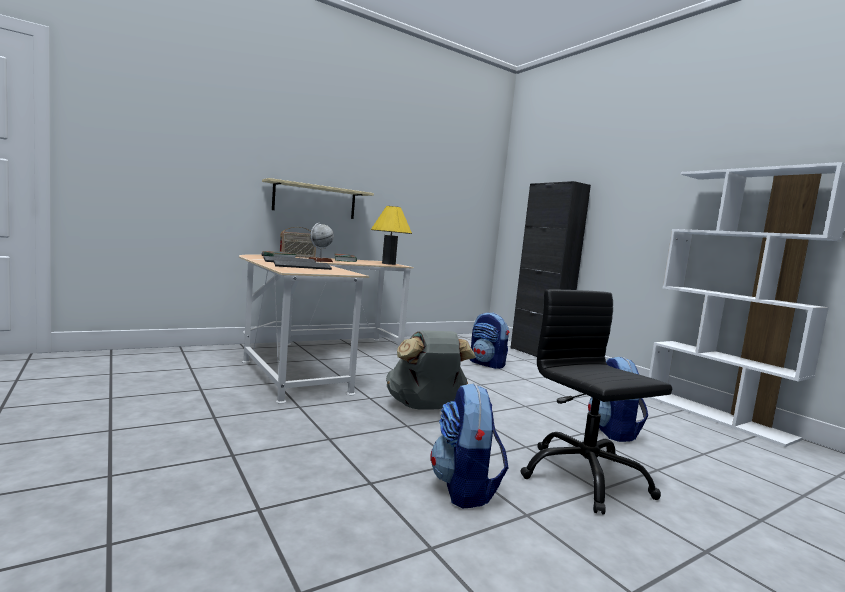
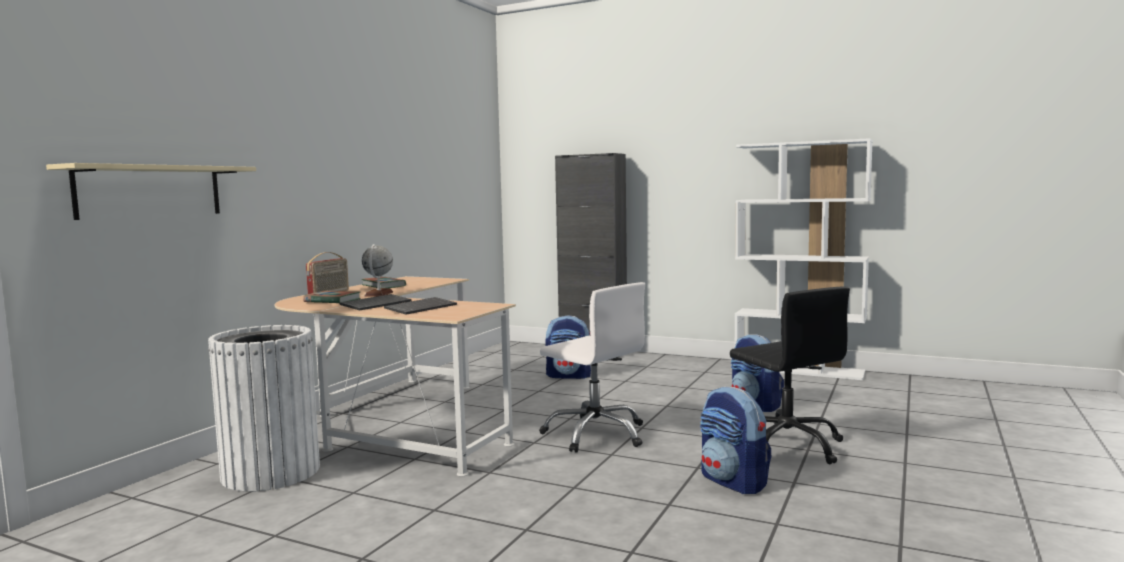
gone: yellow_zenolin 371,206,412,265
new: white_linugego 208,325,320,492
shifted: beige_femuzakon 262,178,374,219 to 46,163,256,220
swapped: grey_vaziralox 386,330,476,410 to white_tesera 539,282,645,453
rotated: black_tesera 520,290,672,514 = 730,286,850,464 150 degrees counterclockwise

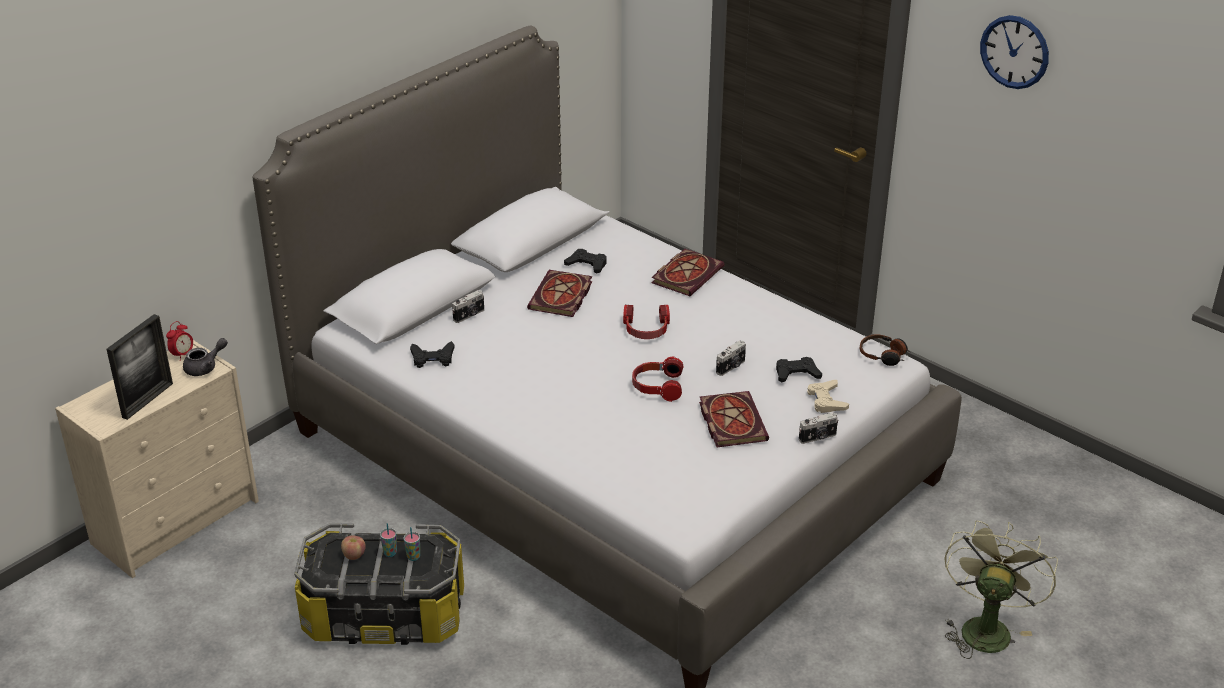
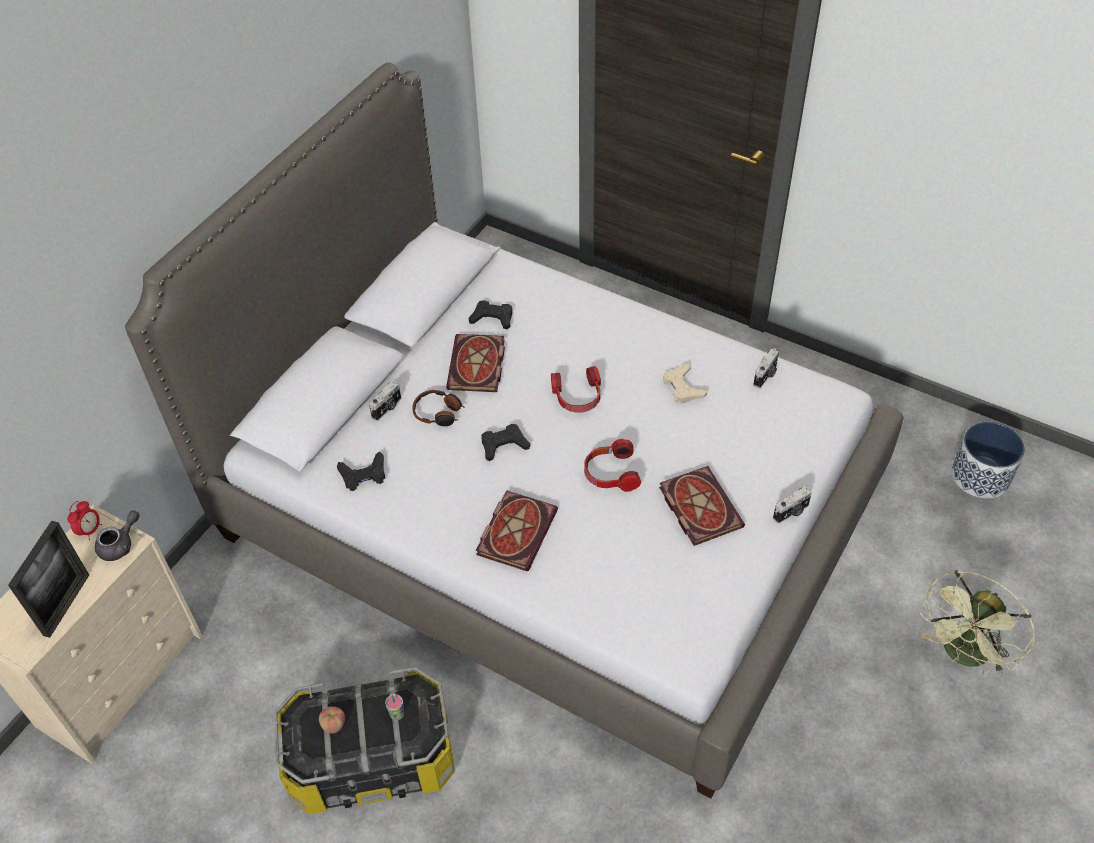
gone: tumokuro 380,523,397,557; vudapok 980,15,1049,89
new: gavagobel 952,422,1025,498
shifted: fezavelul 860,335,910,366 to 412,390,465,426; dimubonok 651,249,724,296 to 476,490,558,572; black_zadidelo 776,357,822,382 to 481,424,530,461; beige_zadidelo 807,380,849,413 to 663,363,707,404; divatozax 716,340,746,376 to 753,348,779,389
rotated: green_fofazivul 944,521,1058,659 = 919,570,1035,675 150 degrees counterclockwise

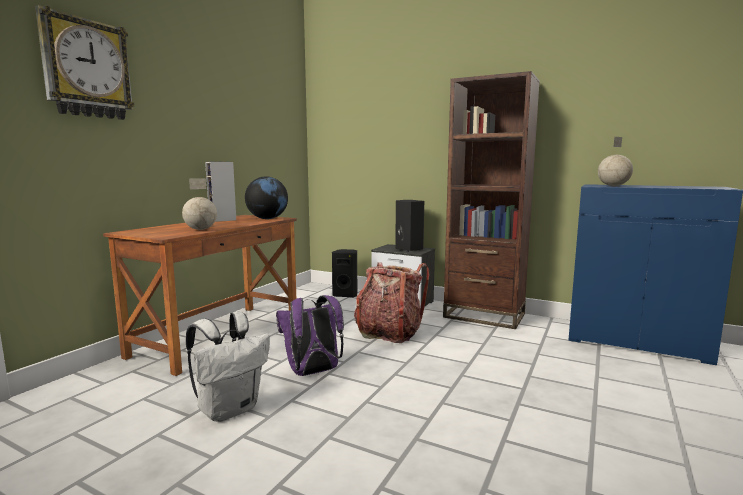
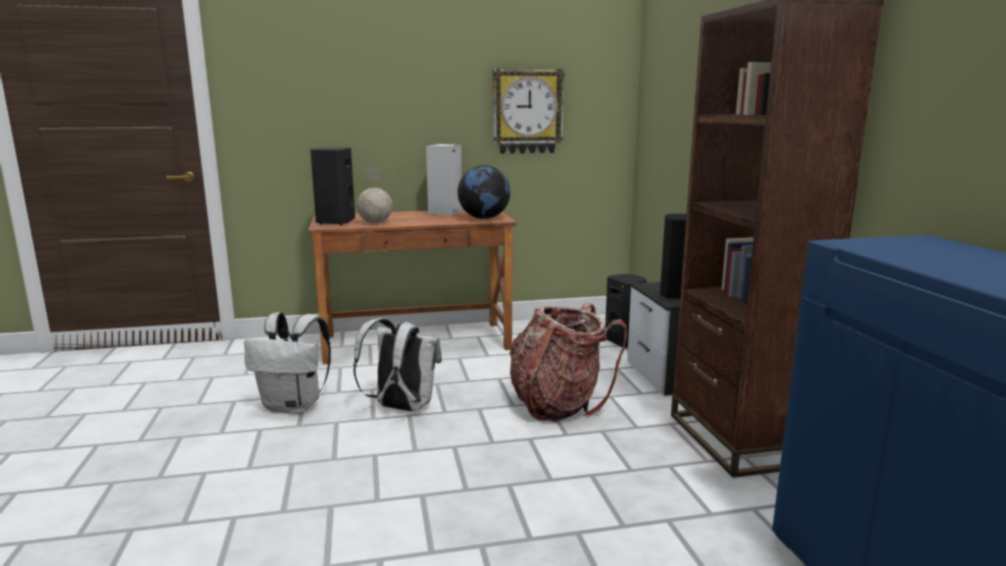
gone: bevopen 598,137,633,186
new: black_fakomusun 310,147,355,225
shifted: vudapok 35,5,135,120 to 492,68,565,154
repainted: purple_vaziralox 276,295,344,376 to white_vaziralox 353,318,442,412

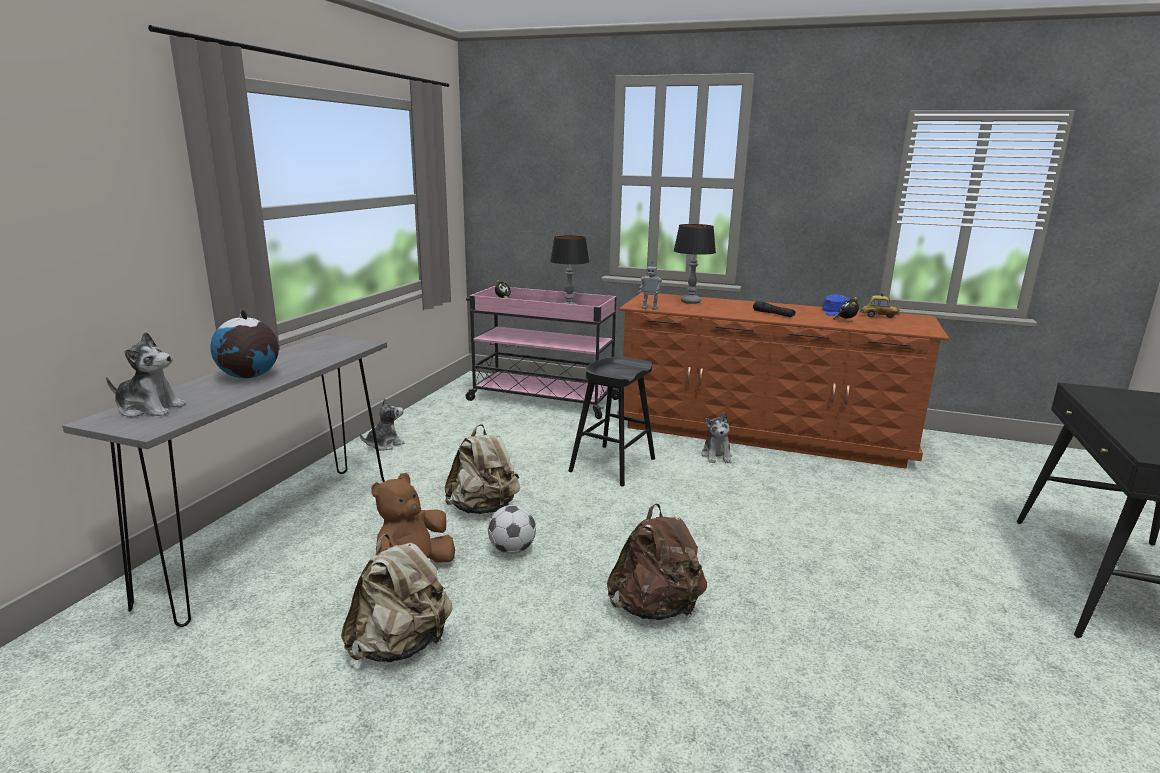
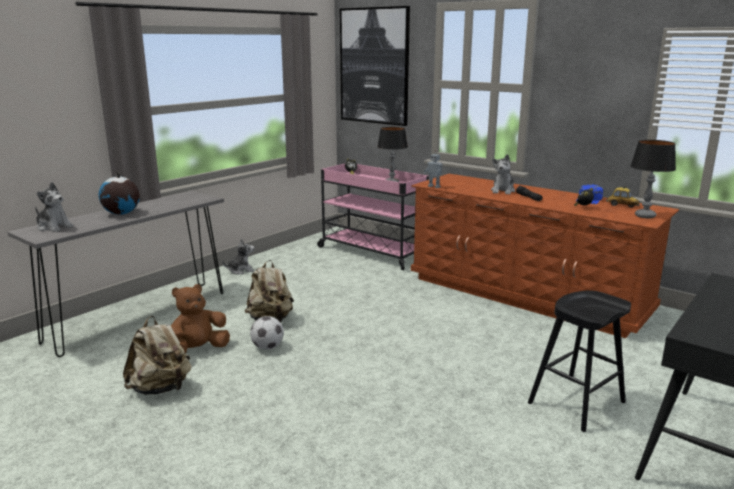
gone: brown_vaziralox 607,504,707,620
new: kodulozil 340,6,410,126
shifted: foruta 701,413,732,463 to 491,154,515,195; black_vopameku 569,357,655,487 to 528,290,631,432; zenolin 673,224,716,304 to 630,140,676,218

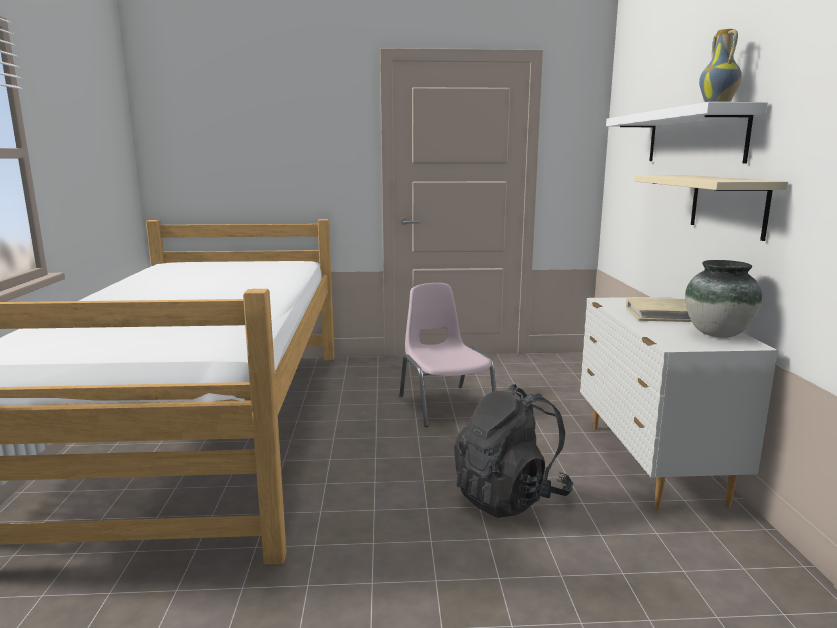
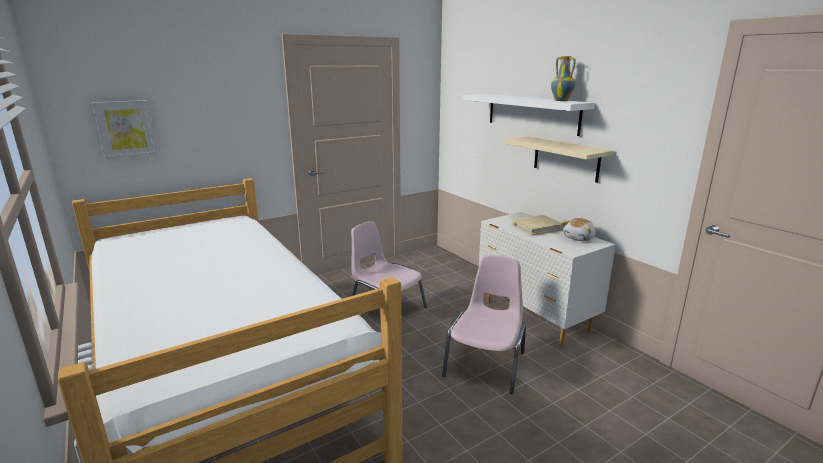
new: kodulozil 92,100,158,159
swapped: black_vaziralox 454,384,573,518 to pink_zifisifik 442,255,526,394; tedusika 685,260,762,338 to foruta 561,218,596,241

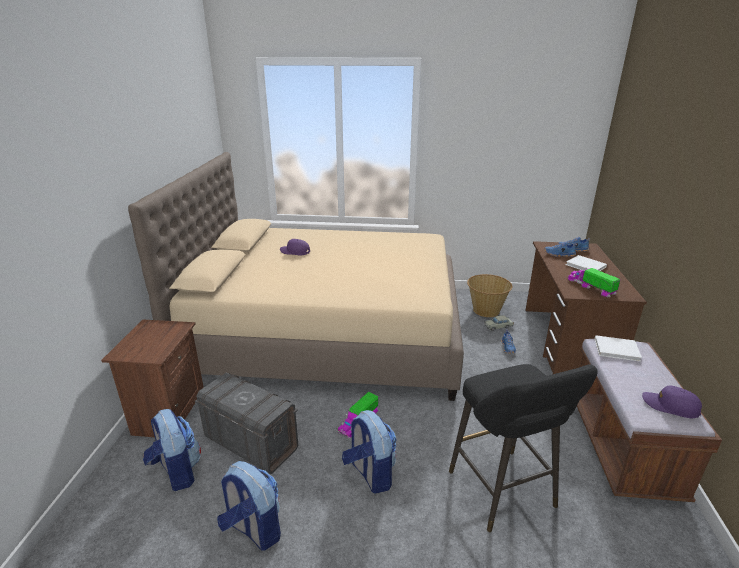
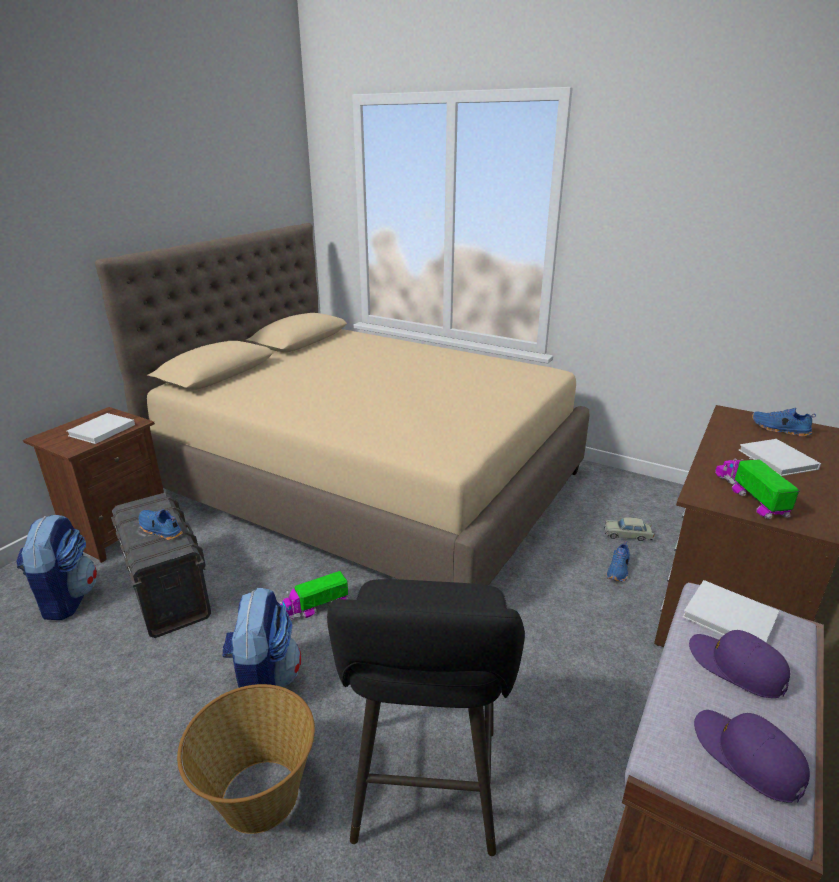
gone: vaziralox 217,461,281,550
new: white_dimubonok 67,413,135,444
shifted: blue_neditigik 545,241,577,257 to 139,509,183,540; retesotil 467,274,512,317 to 177,684,315,834; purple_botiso 280,239,310,255 to 689,630,790,698

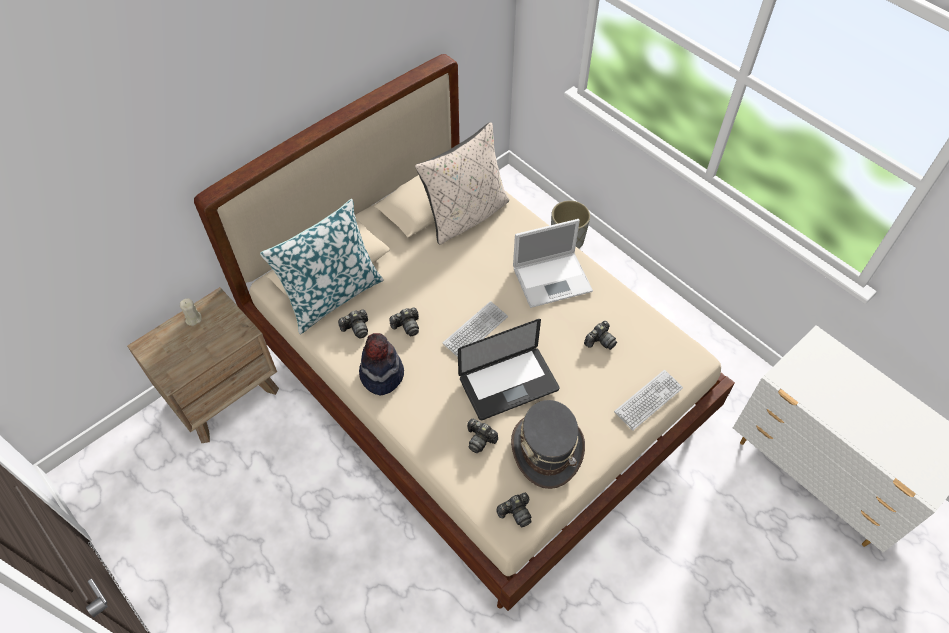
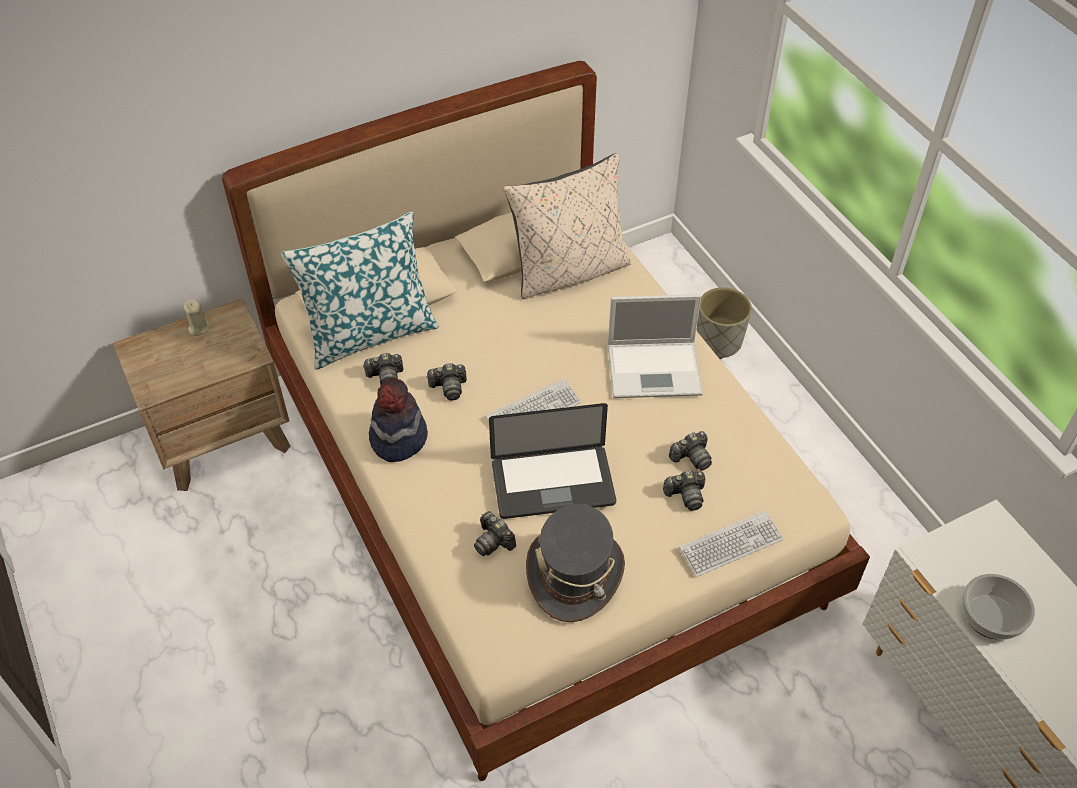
new: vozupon 962,574,1035,640
shifted: divatozax 496,493,532,527 to 663,470,706,511

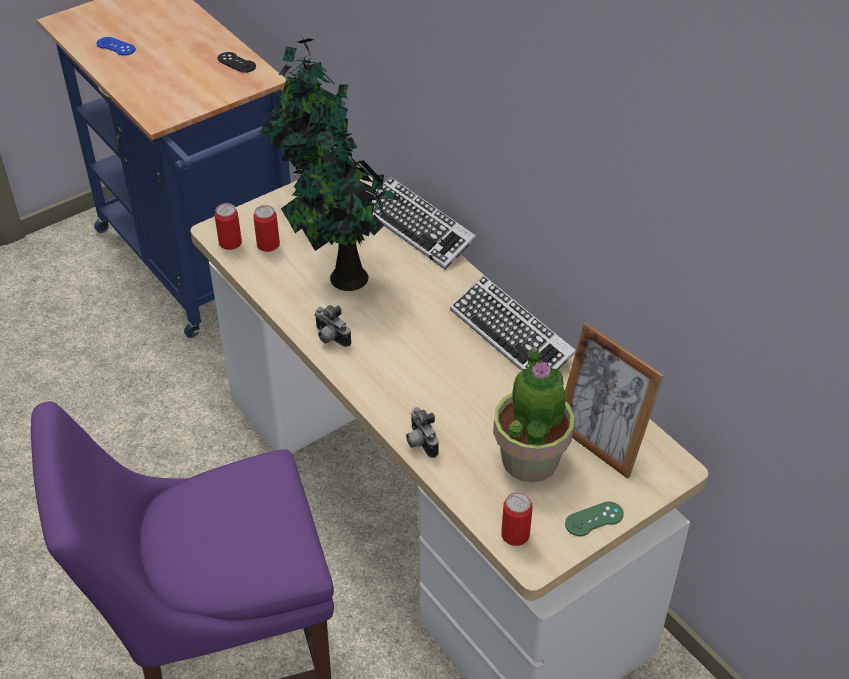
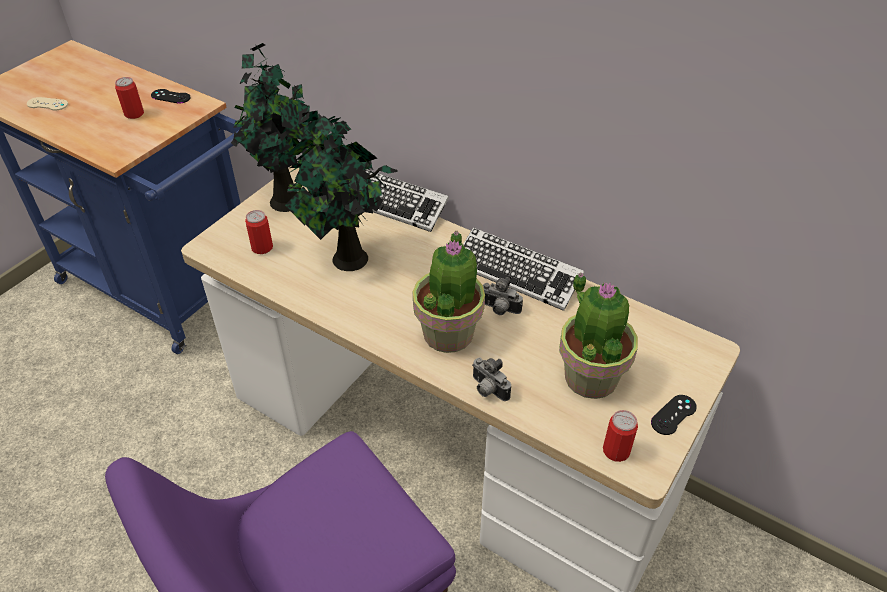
gone: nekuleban 565,323,664,479
new: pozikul 413,231,485,353
shifted: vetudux 215,203,242,250 to 115,77,144,119; divatozax 314,305,351,347 to 483,277,523,315
repainted: blue_zadidelo 96,37,136,56 to beige_zadidelo 27,97,68,111; green_zadidelo 565,501,624,536 to black_zadidelo 651,395,697,435

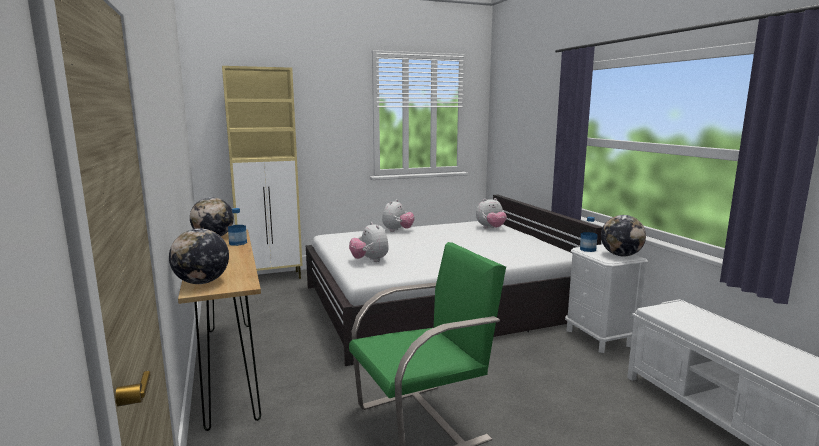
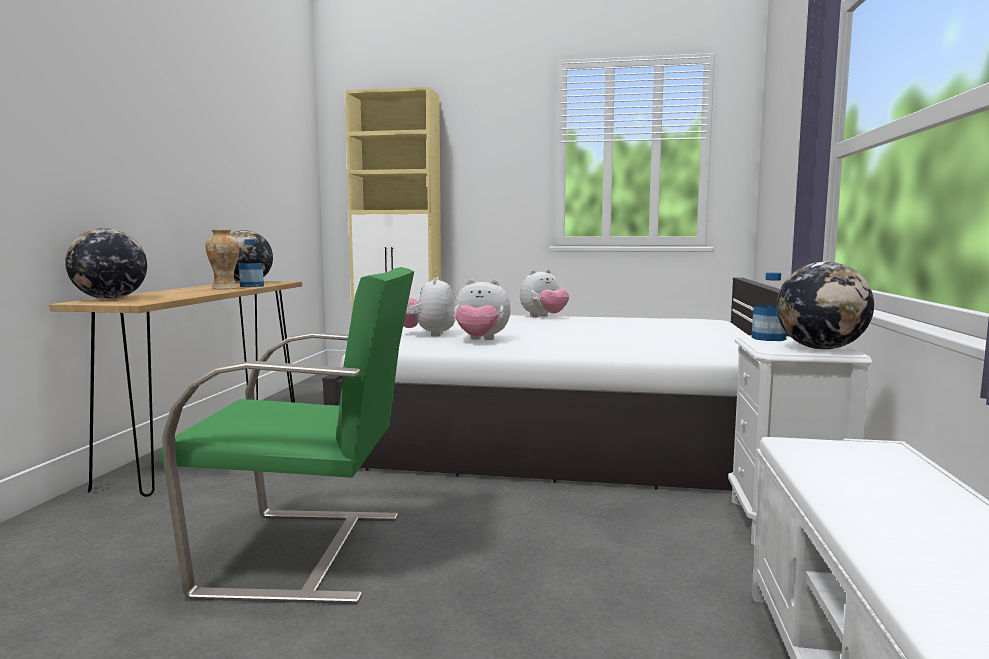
new: tedusika 205,230,239,289
shifted: foruta 476,198,507,228 to 454,279,511,340

